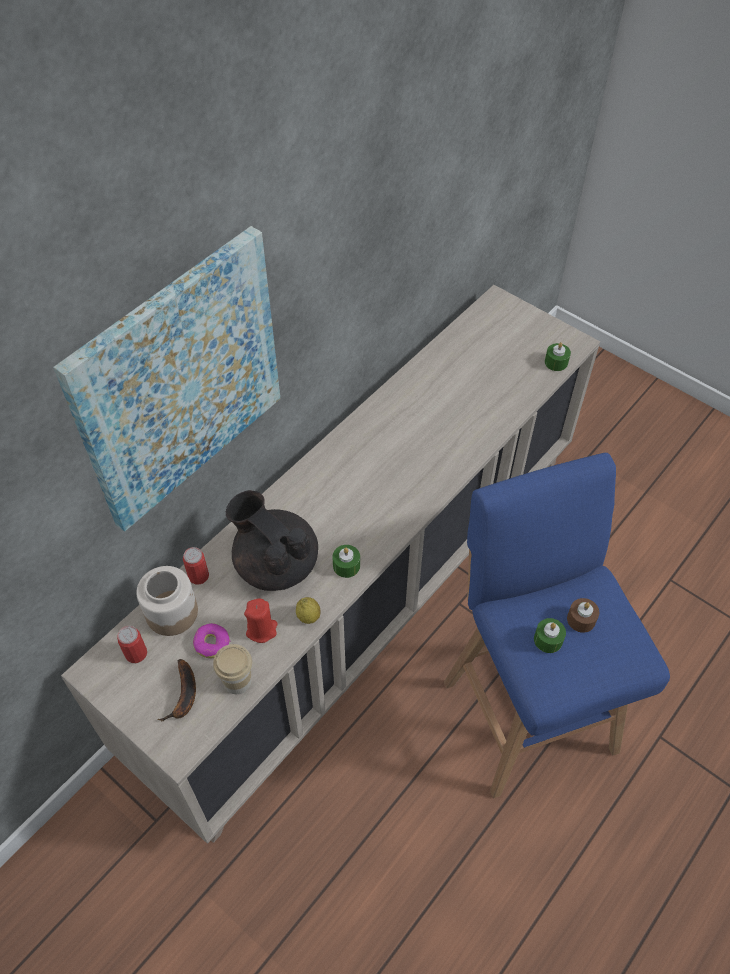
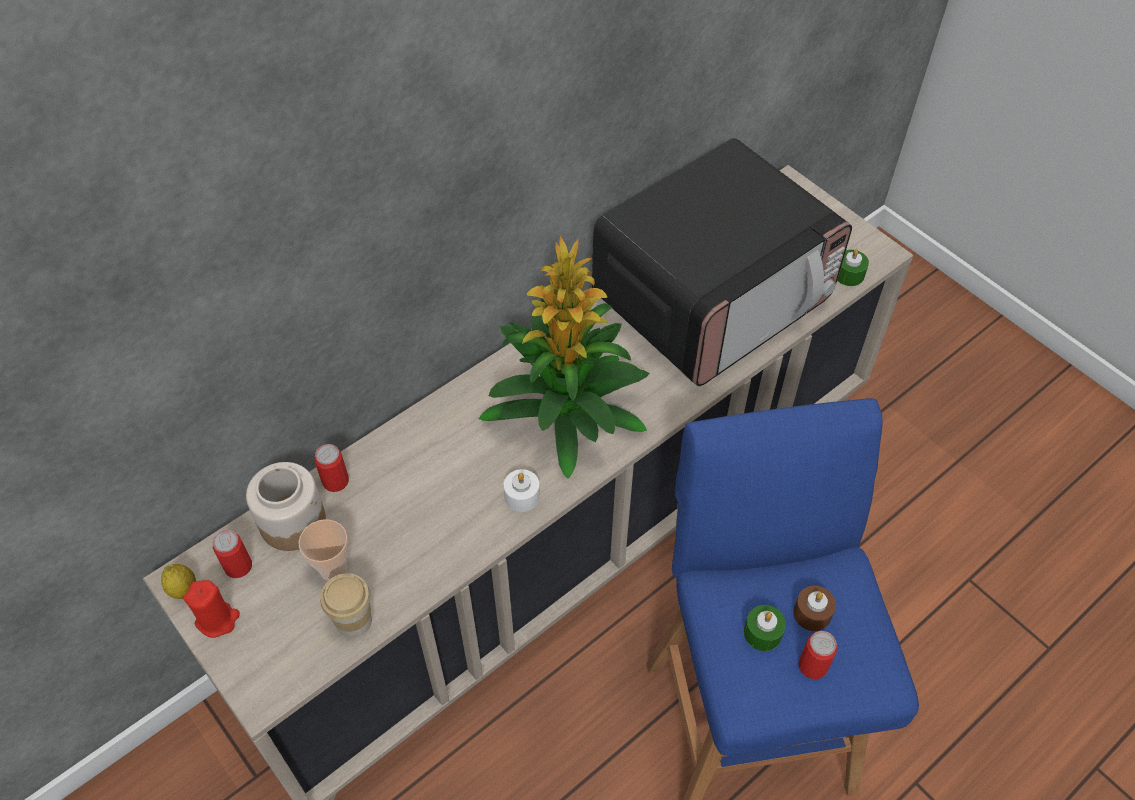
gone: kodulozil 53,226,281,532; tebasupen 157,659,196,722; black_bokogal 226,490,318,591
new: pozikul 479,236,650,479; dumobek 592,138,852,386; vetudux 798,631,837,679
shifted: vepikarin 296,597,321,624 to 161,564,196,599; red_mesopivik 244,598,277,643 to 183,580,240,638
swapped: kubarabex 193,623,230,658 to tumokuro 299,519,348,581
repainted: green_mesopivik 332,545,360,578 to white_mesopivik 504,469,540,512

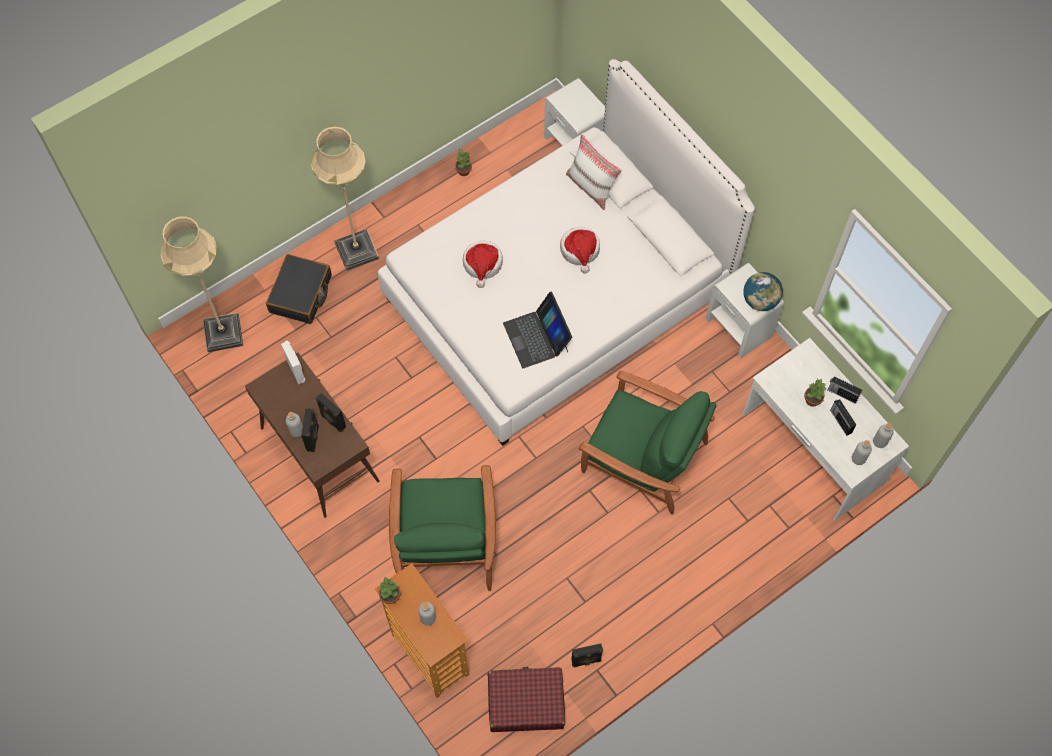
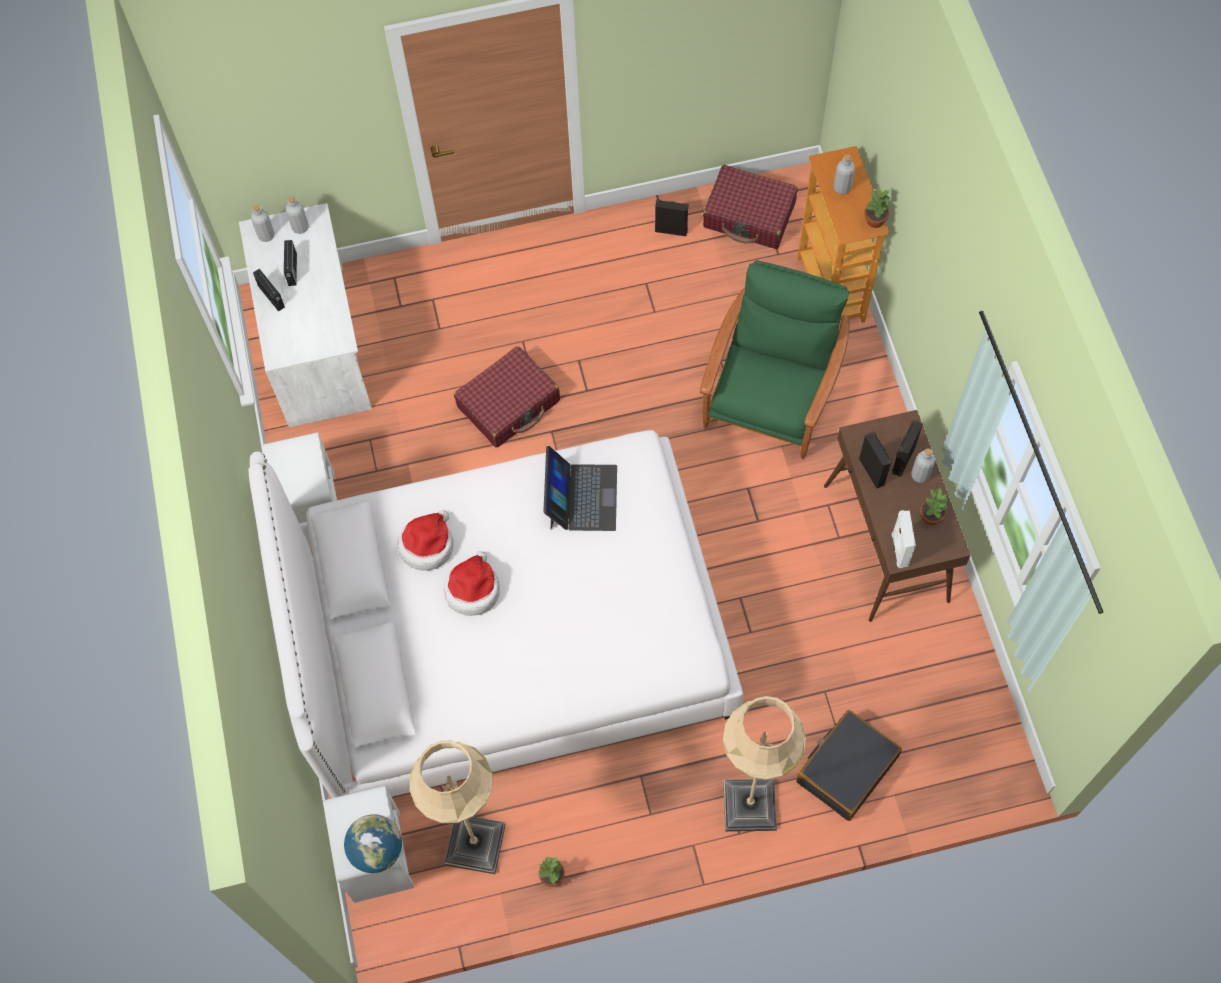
gone: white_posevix 566,133,622,210
shifted: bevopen 743,272,783,311 to 344,814,402,873; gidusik 463,241,503,288 to 398,510,453,571; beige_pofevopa 160,216,243,353 to 410,741,506,874; pozikul 804,379,827,407 to 920,488,949,525
swapped: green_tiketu 579,371,717,515 to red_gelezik 454,346,560,448

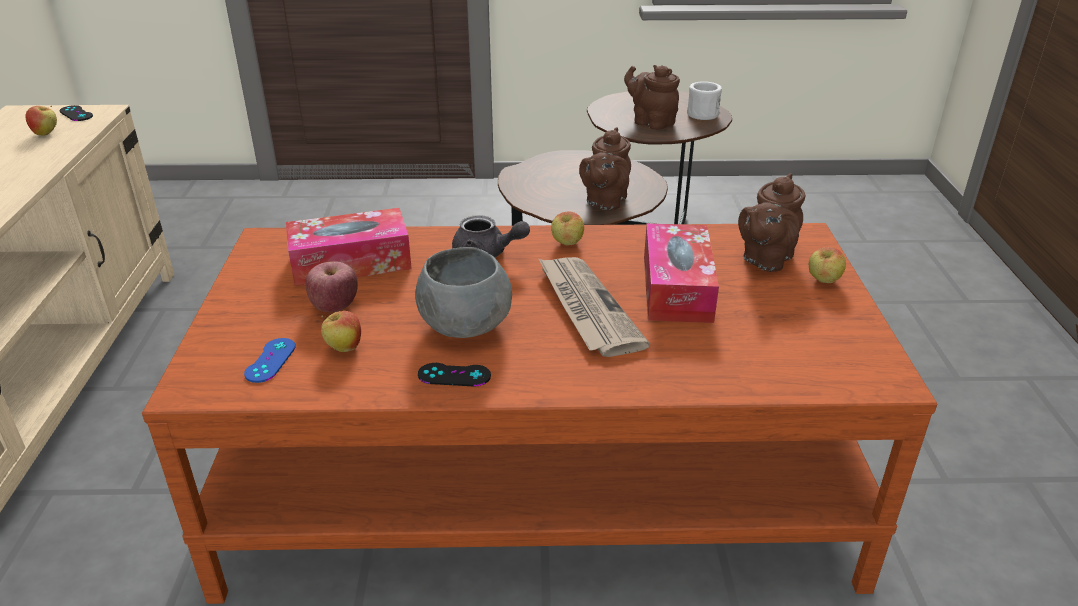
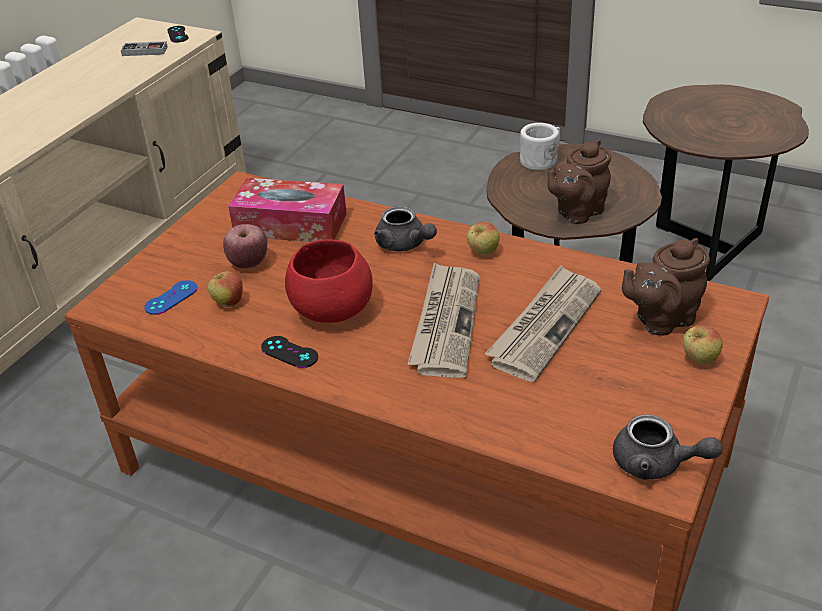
gone: brown_bokogal 624,65,680,130
new: grey_bokogal 613,415,722,480
shifted: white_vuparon 687,81,722,120 to 520,123,560,170
swapped: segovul 25,106,57,136 to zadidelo 121,41,168,56; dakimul 644,223,719,323 to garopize 485,265,602,382
repainted: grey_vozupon 415,247,512,338 to red_vozupon 285,239,373,323

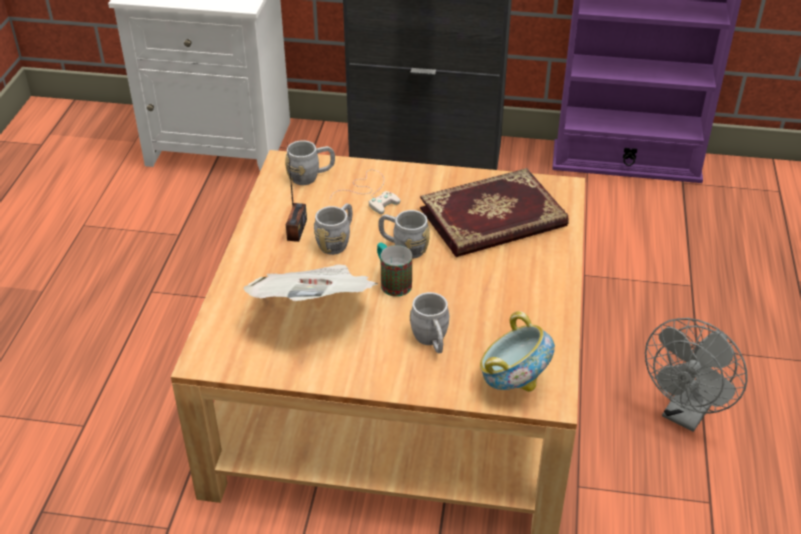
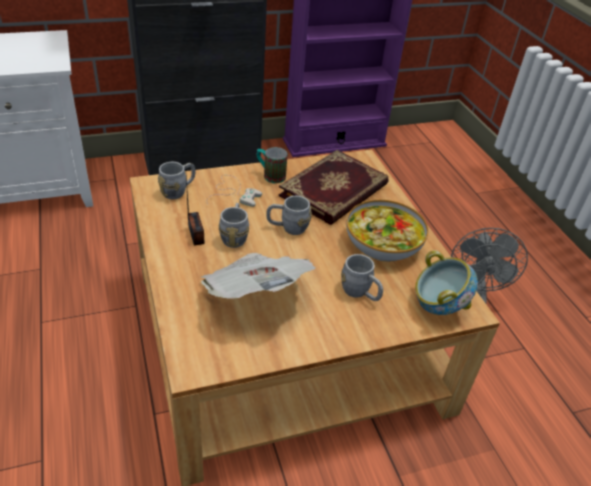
new: vozupon 346,200,428,262
shifted: vuparon 377,242,412,297 to 257,147,288,183

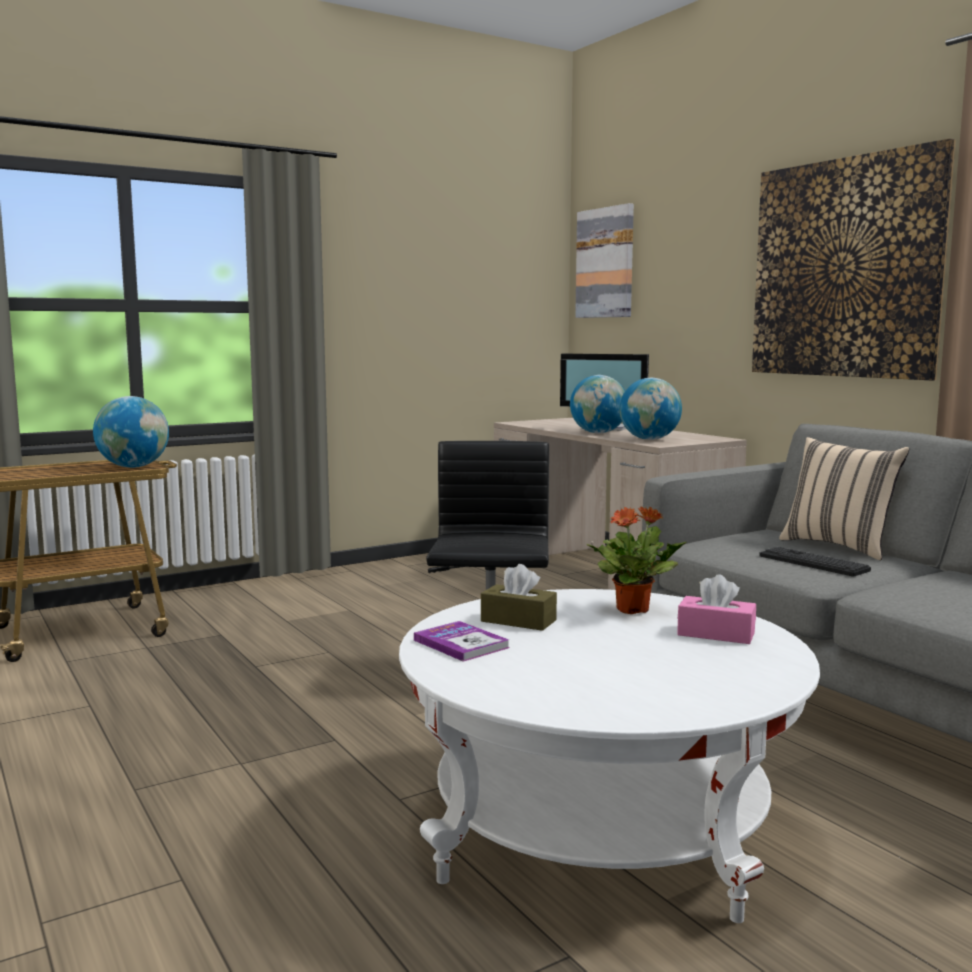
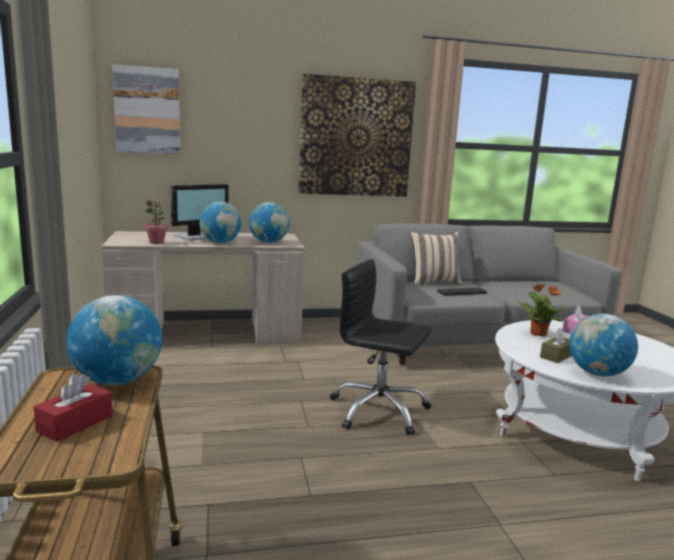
new: red_dakimul 34,374,113,442; pozikul 144,200,168,244
swapped: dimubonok 414,621,509,662 to bevopen 569,314,638,377

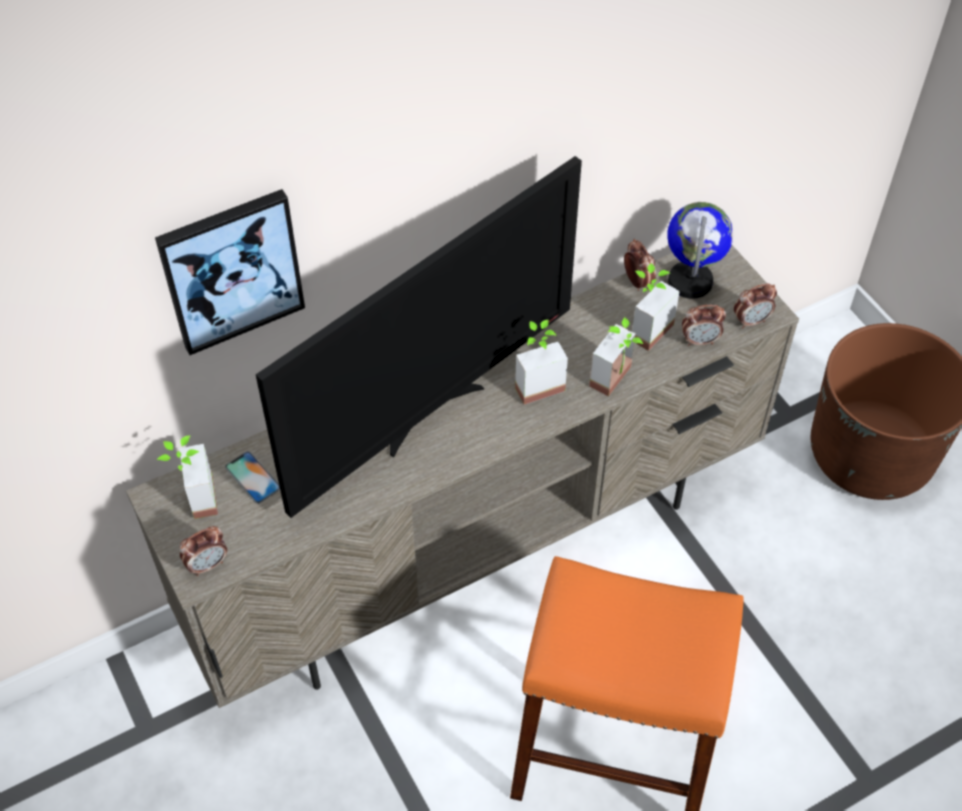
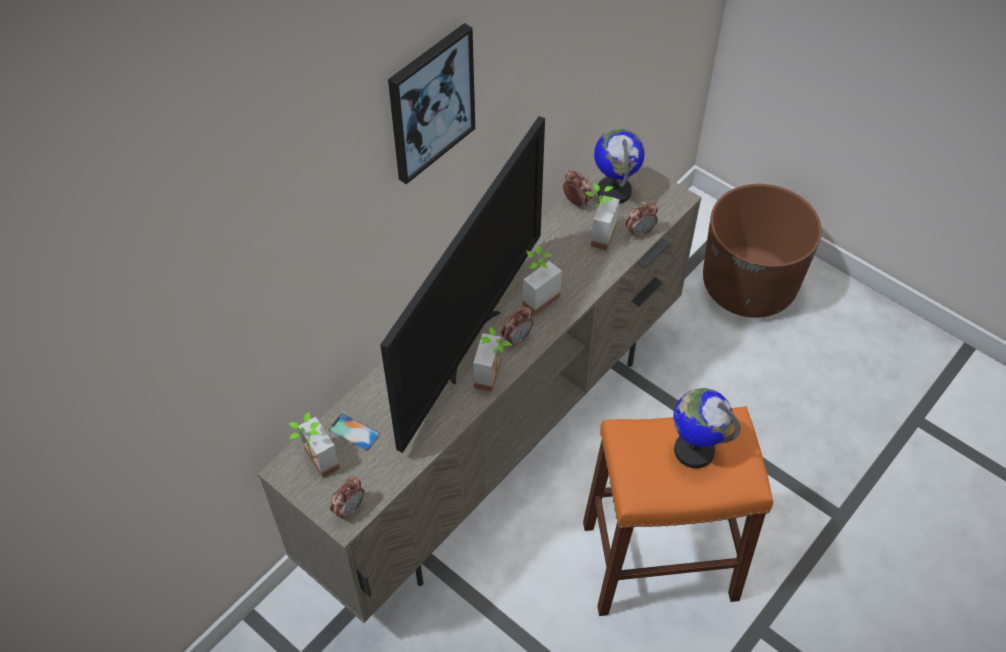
new: bevopen 673,388,740,468
shifted: kodulozil 155,189,305,355 to 388,23,475,184; pozikul 589,318,643,396 to 473,327,512,392; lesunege 734,283,777,329 to 501,307,534,347

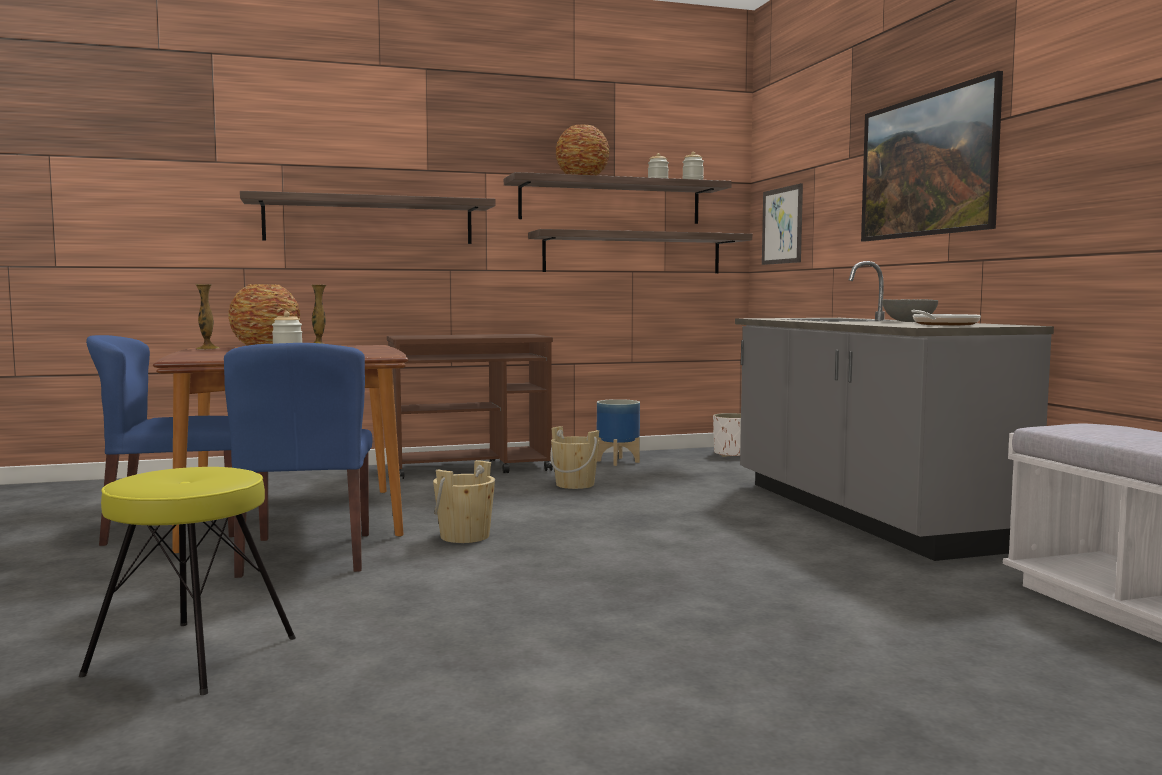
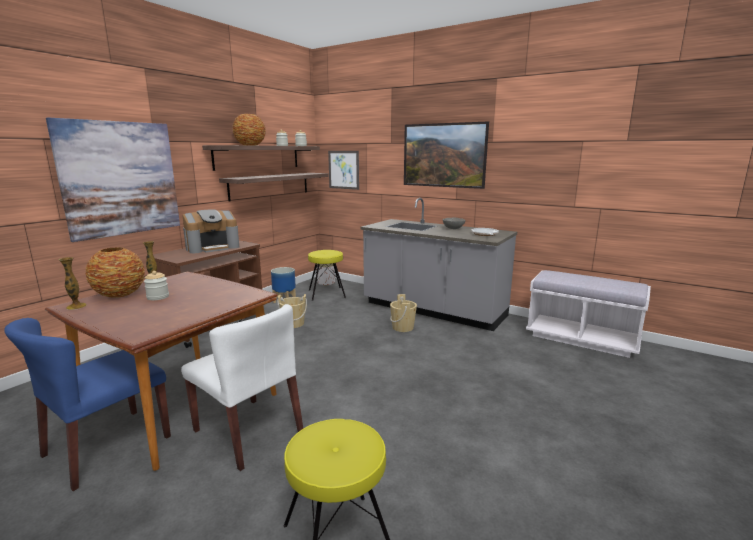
new: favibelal 183,210,239,253; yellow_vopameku 308,250,346,301
shifted: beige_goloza 433,460,495,543 to 390,294,417,332
swapped: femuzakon 240,191,496,244 to kodulozil 46,118,180,242
repainted: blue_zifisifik 224,343,372,578 to white_zifisifik 181,304,303,471

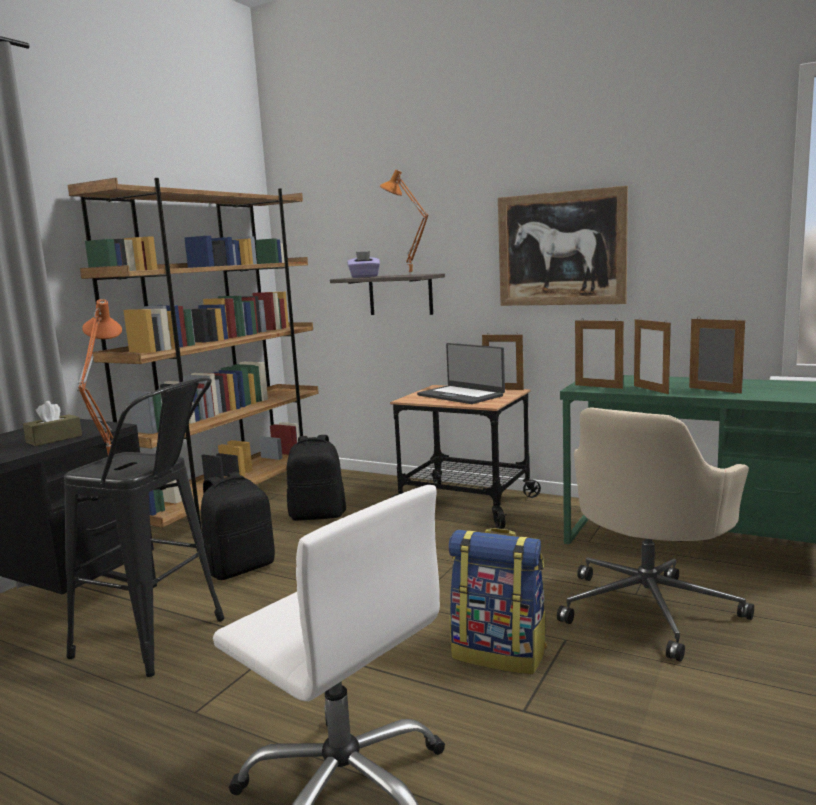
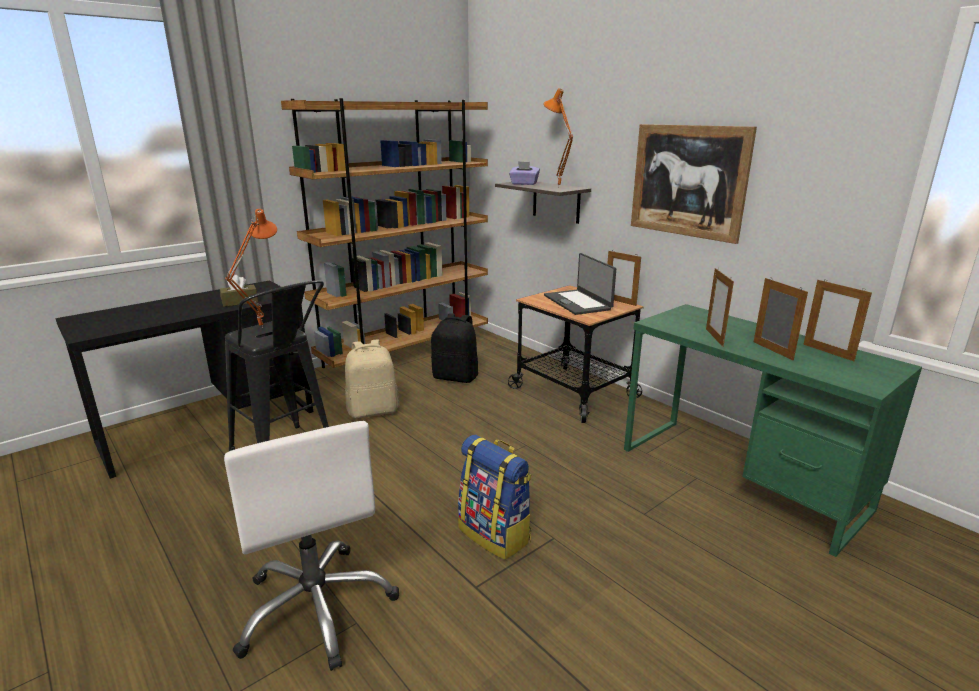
gone: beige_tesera 557,407,754,662
shifted: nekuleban 575,318,624,389 to 803,279,872,361
repainted: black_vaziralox 201,472,275,580 to beige_vaziralox 345,339,400,418

